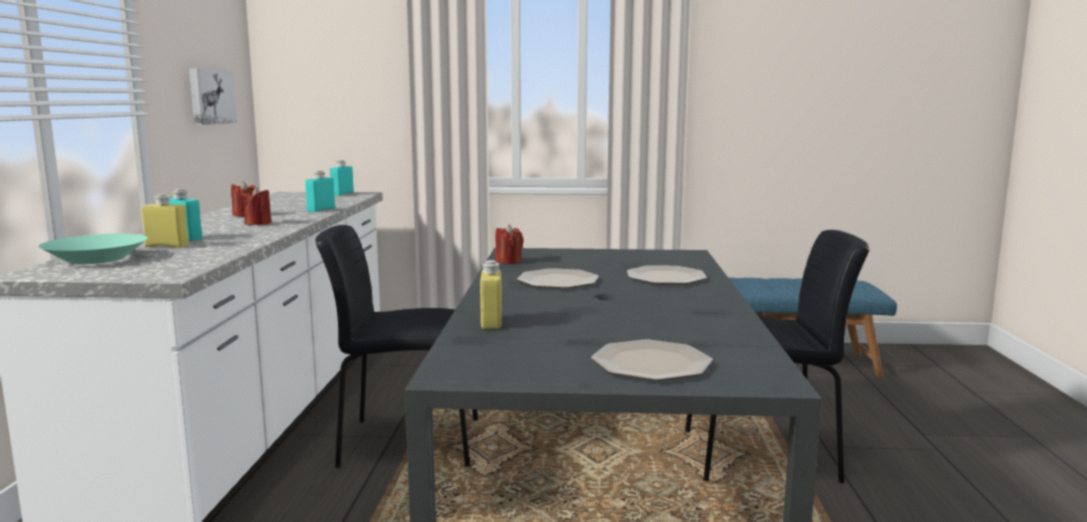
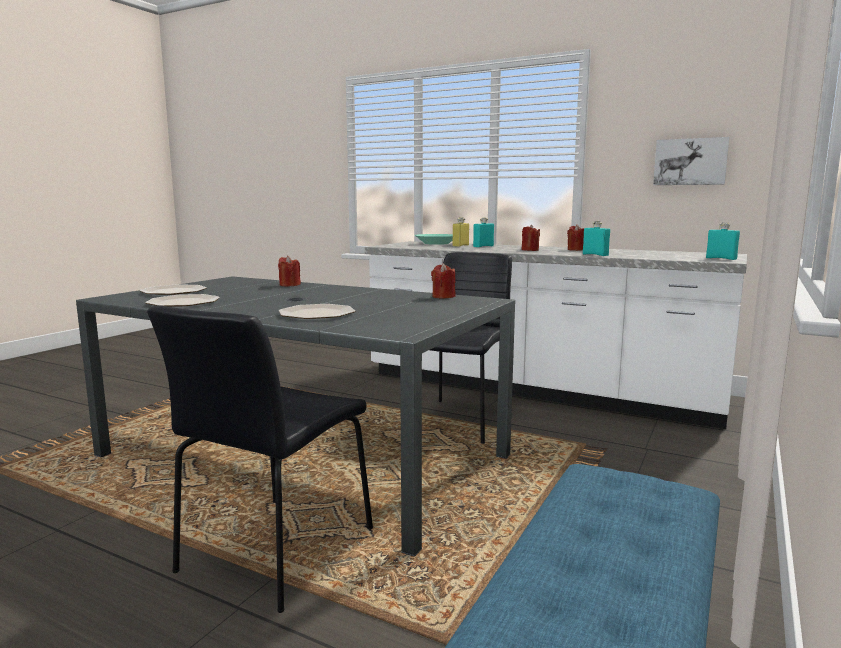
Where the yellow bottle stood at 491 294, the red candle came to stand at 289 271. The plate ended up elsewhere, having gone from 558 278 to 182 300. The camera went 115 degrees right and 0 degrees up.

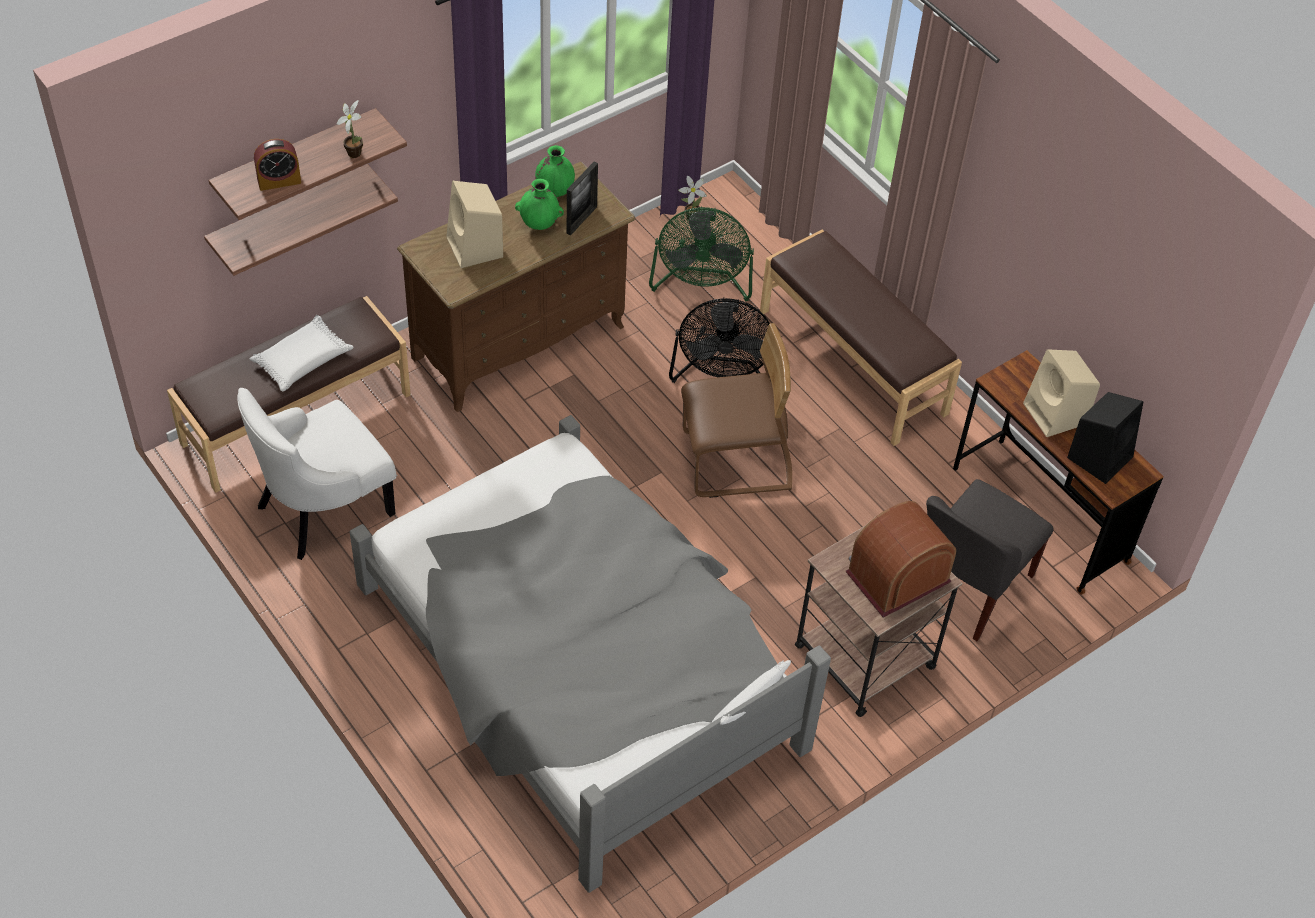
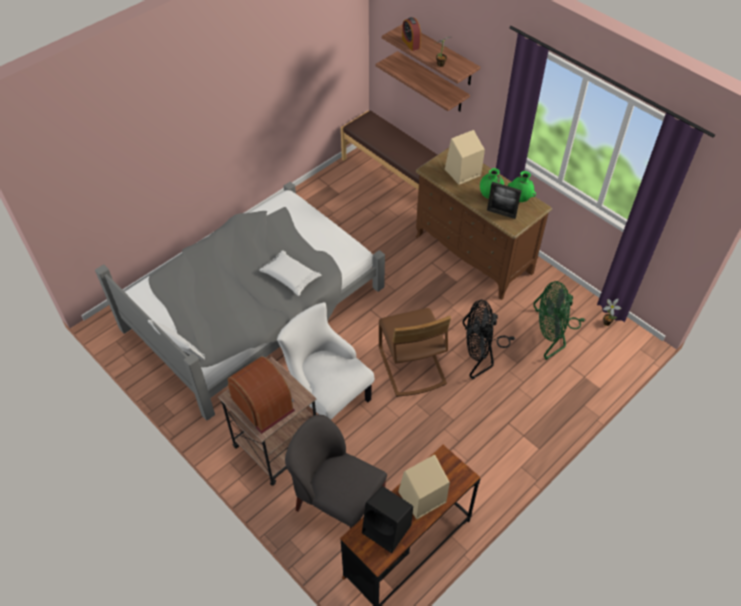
The second view lost the brown bench at 861 337. The white pillow ended up elsewhere, having gone from 302 353 to 290 273. The white chair ended up elsewhere, having gone from 317 474 to 326 360. The camera went 85 degrees right and 0 degrees up.

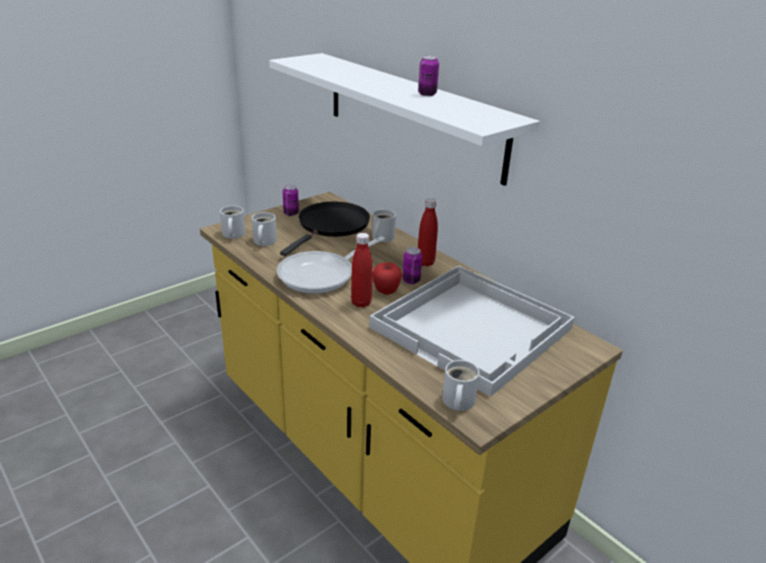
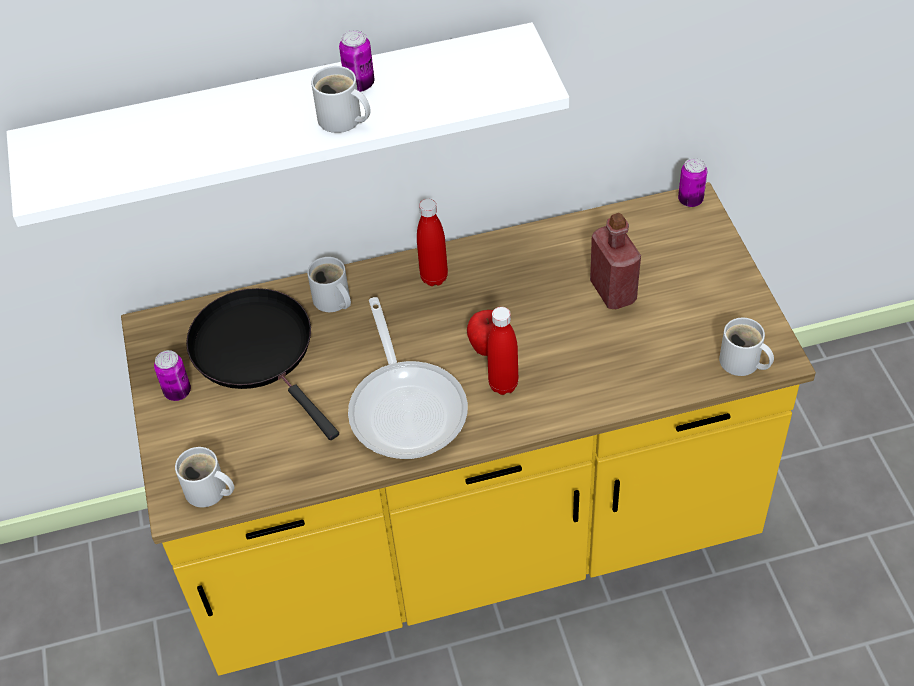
The white mug ended up elsewhere, having gone from 264 229 to 340 99. The can ended up elsewhere, having gone from 412 265 to 692 182. Where the white tray stood at 472 331, the red bottle came to stand at 615 261. The camera went 60 degrees left and 20 degrees up.

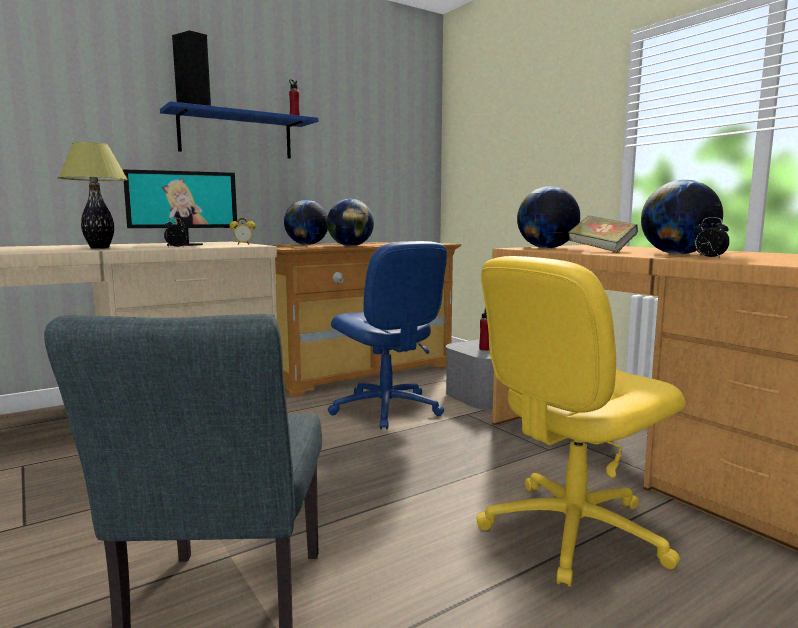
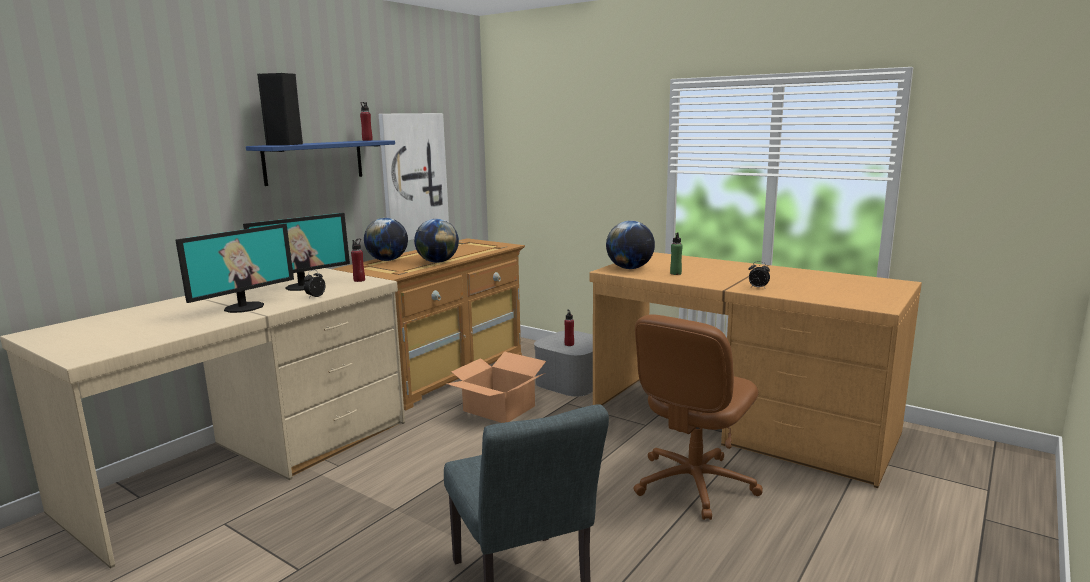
Where the table lamp stood at 93 195, the monitor came to stand at 234 268. The second view lost the globe at 682 217. Where the book stood at 603 234, the green bottle came to stand at 676 253. Where the alarm clock stood at 242 231, the red bottle came to stand at 358 260. Where the blue office chair stood at 387 335, the cardboard box came to stand at 496 387. What was the yellow office chair at 581 421 turned into the brown office chair at 698 417. The second view gained the picture at 414 177. The camera went 20 degrees left and 5 degrees up.

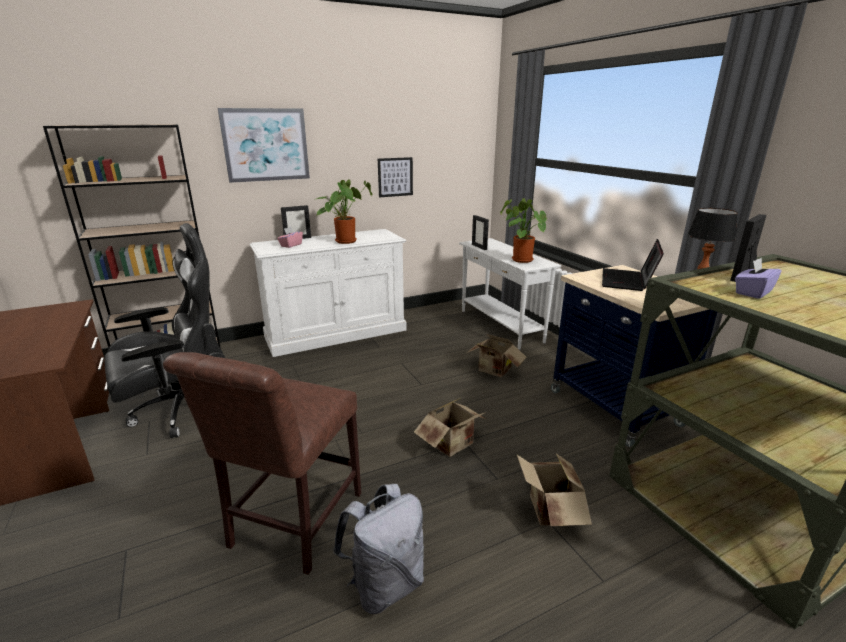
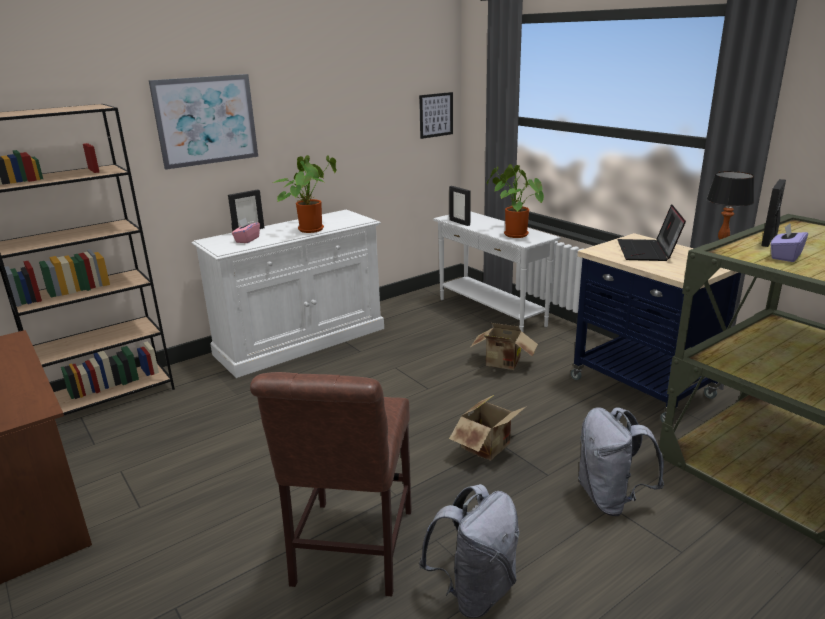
The picture ended up elsewhere, having gone from 395 177 to 436 115. The second view lost the black office chair at 164 330. Where the cardboard box stood at 554 489, the grey backpack came to stand at 621 461. The camera went 10 degrees left and 0 degrees up.

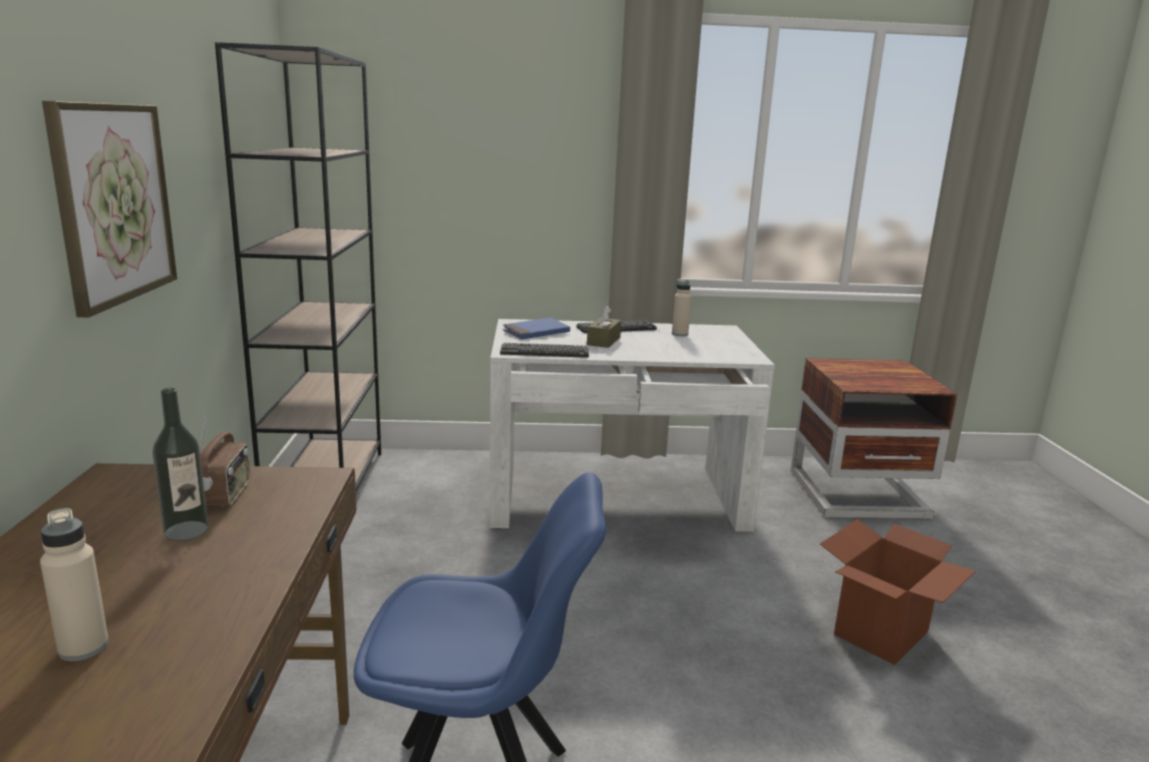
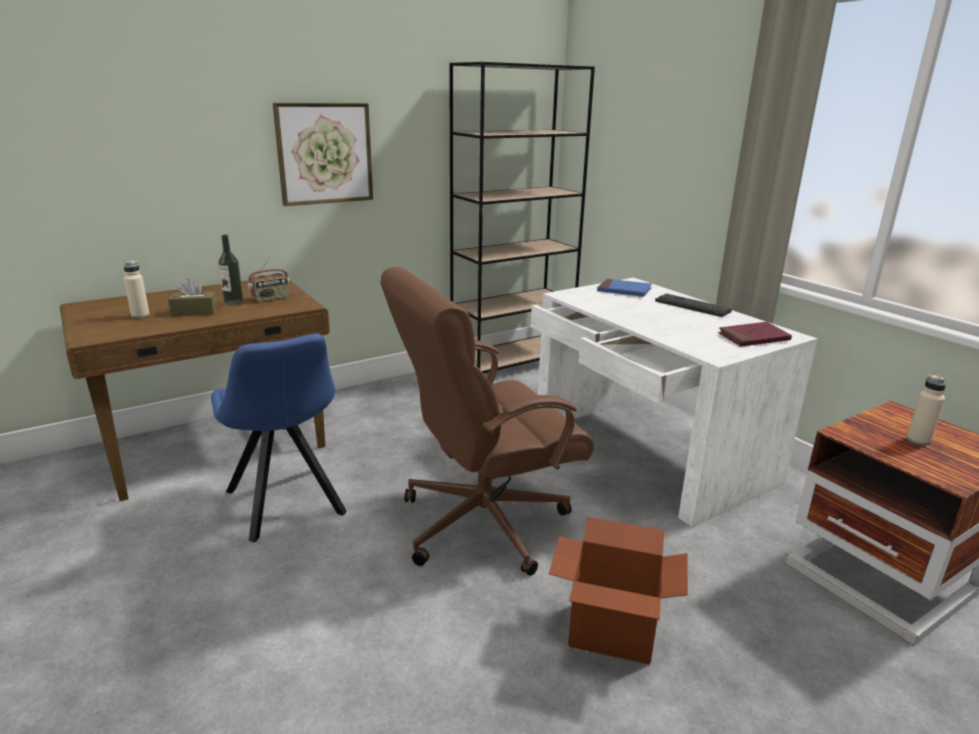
The beige bottle ended up elsewhere, having gone from 682 307 to 926 409. The brown tissue box ended up elsewhere, having gone from 604 327 to 193 297. The second view lost the keyboard at 544 350. The second view gained the brown office chair at 487 421. The second view gained the red book at 755 334. The camera went 60 degrees right and 5 degrees up.

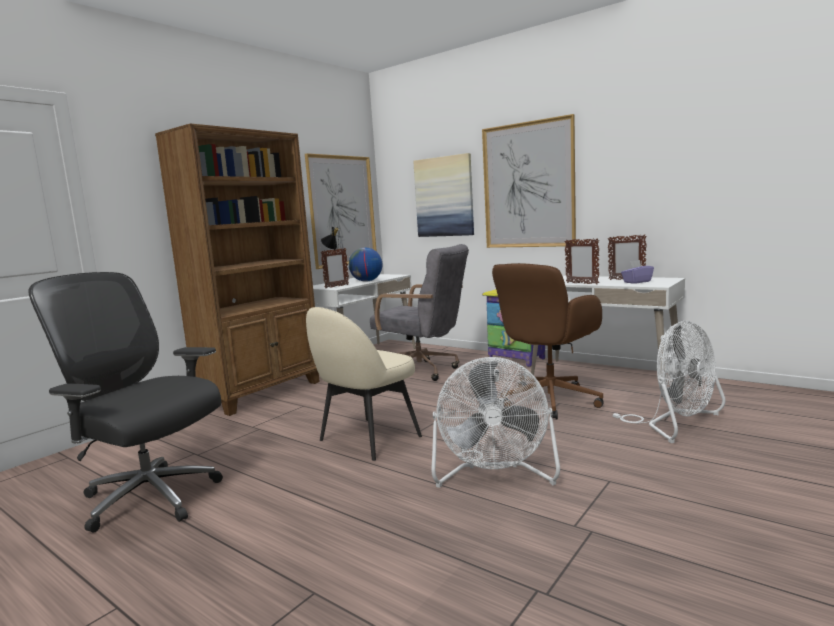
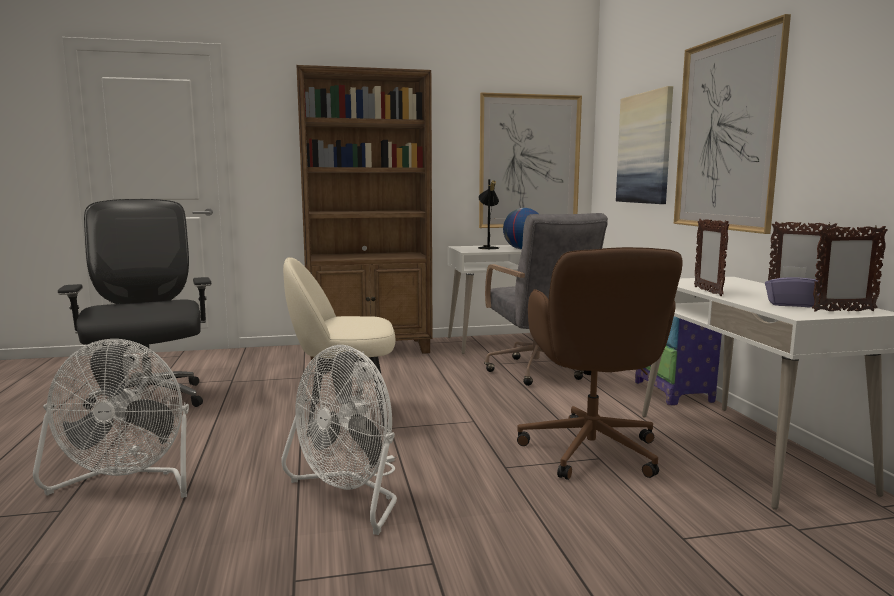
The picture frame ended up elsewhere, having gone from 335 268 to 850 269. The brown office chair at 548 341 ended up facing another way, 90 degrees counterclockwise from before. The white fan ended up elsewhere, having gone from 669 382 to 111 418. The camera went 40 degrees right and 0 degrees up.

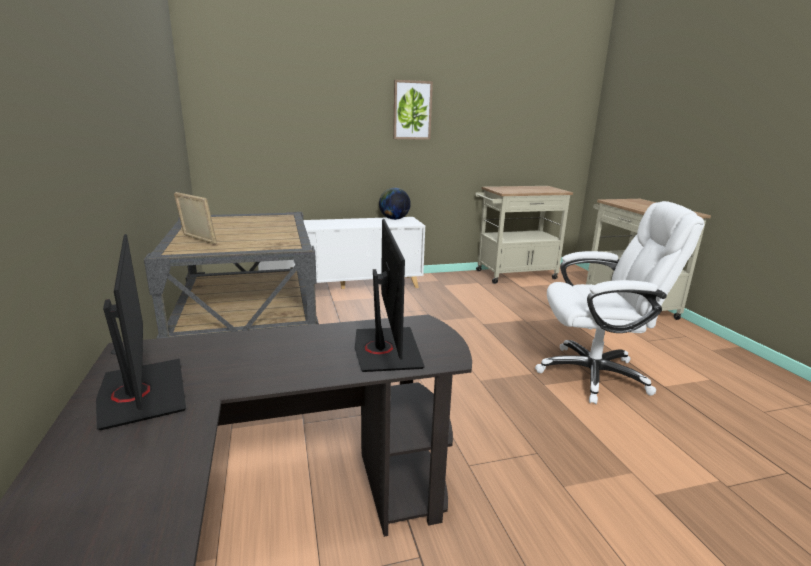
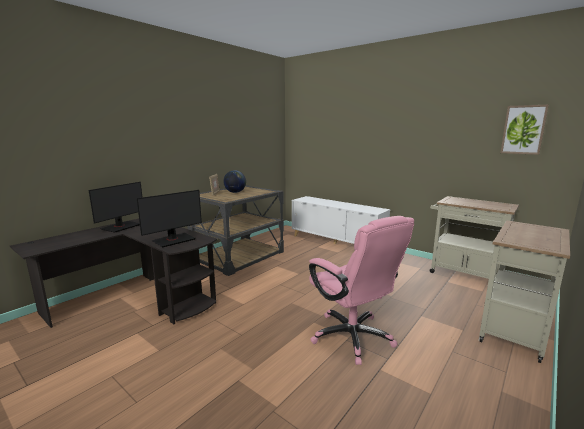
The picture ended up elsewhere, having gone from 413 110 to 524 130. The globe ended up elsewhere, having gone from 395 204 to 234 181. What was the white office chair at 619 302 turned into the pink office chair at 361 290. The camera went 55 degrees right and 5 degrees down.

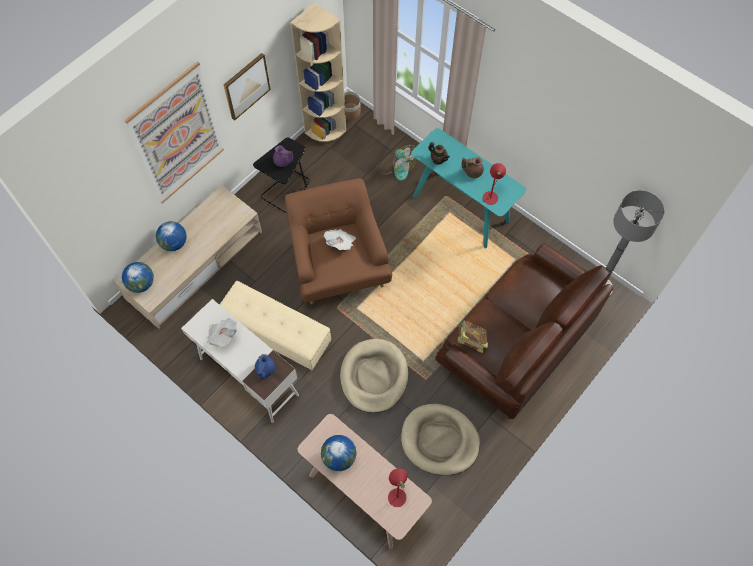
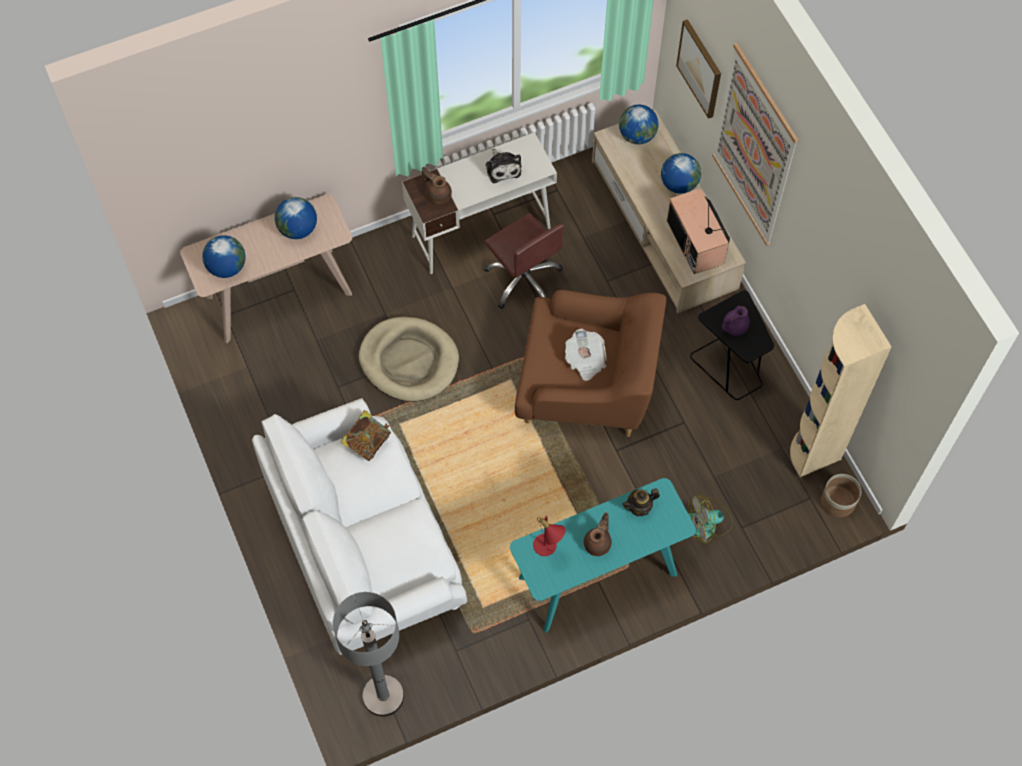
The picture ended up elsewhere, having gone from 247 87 to 698 69. What was the brown sofa at 524 331 turned into the white sofa at 359 526. Where the beige ottoman stood at 275 325, the brown office chair came to stand at 524 261. Where the newspaper stood at 222 333, the plush toy came to stand at 503 166. What was the blue teapot at 265 366 turned into the brown teapot at 437 185. The second view lost the beige dog bed at 440 439. Where the red table lamp stood at 397 487, the globe came to stand at 224 256. The second view gained the television at 698 231. The camera went 115 degrees right and 0 degrees up.

